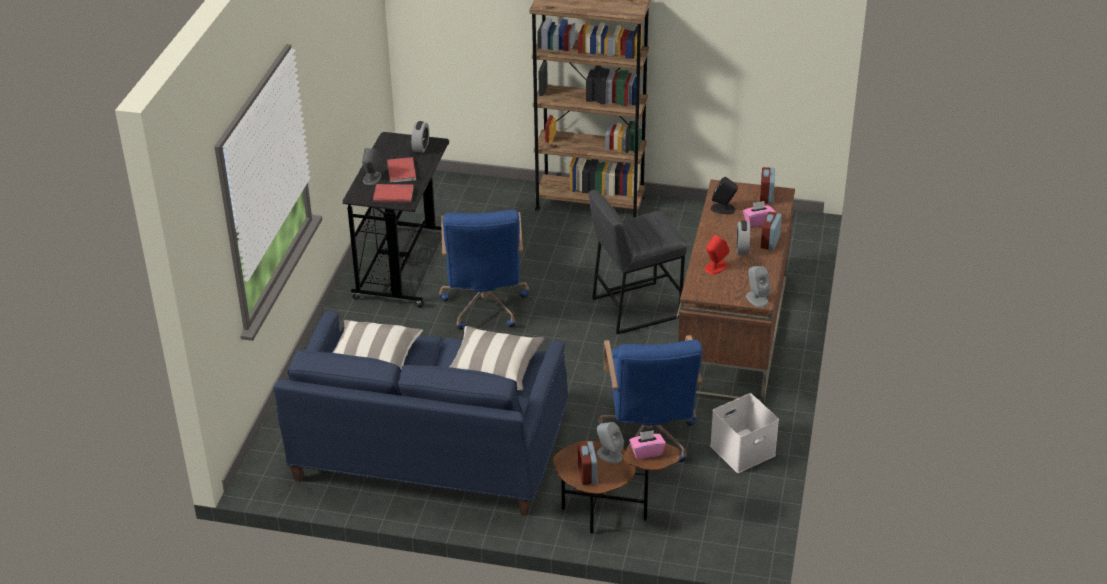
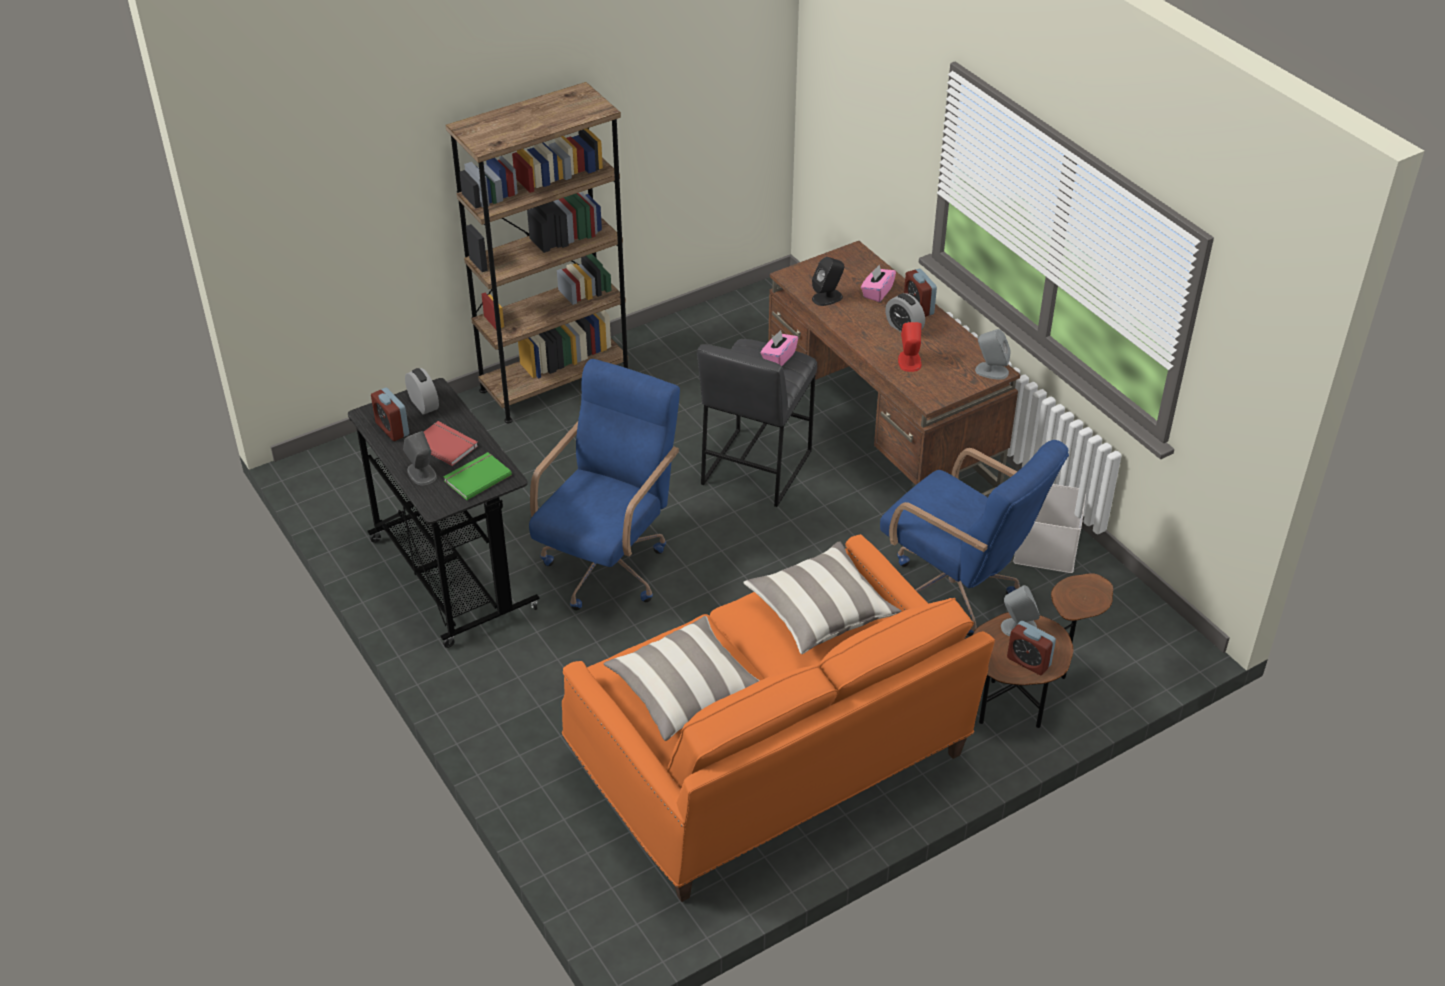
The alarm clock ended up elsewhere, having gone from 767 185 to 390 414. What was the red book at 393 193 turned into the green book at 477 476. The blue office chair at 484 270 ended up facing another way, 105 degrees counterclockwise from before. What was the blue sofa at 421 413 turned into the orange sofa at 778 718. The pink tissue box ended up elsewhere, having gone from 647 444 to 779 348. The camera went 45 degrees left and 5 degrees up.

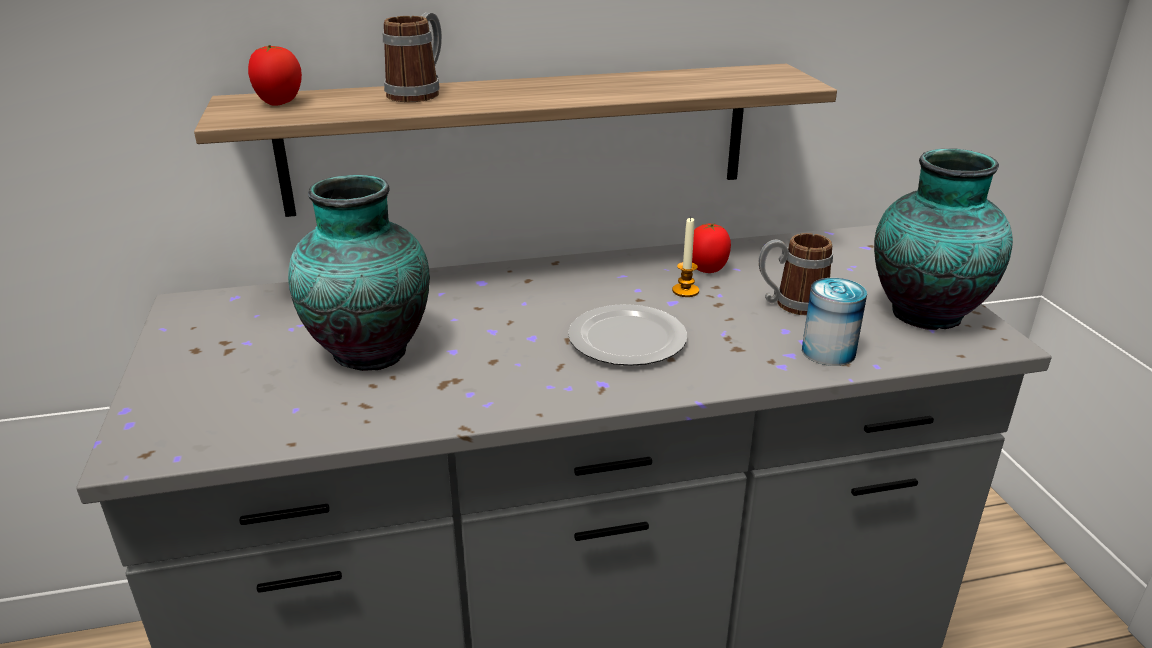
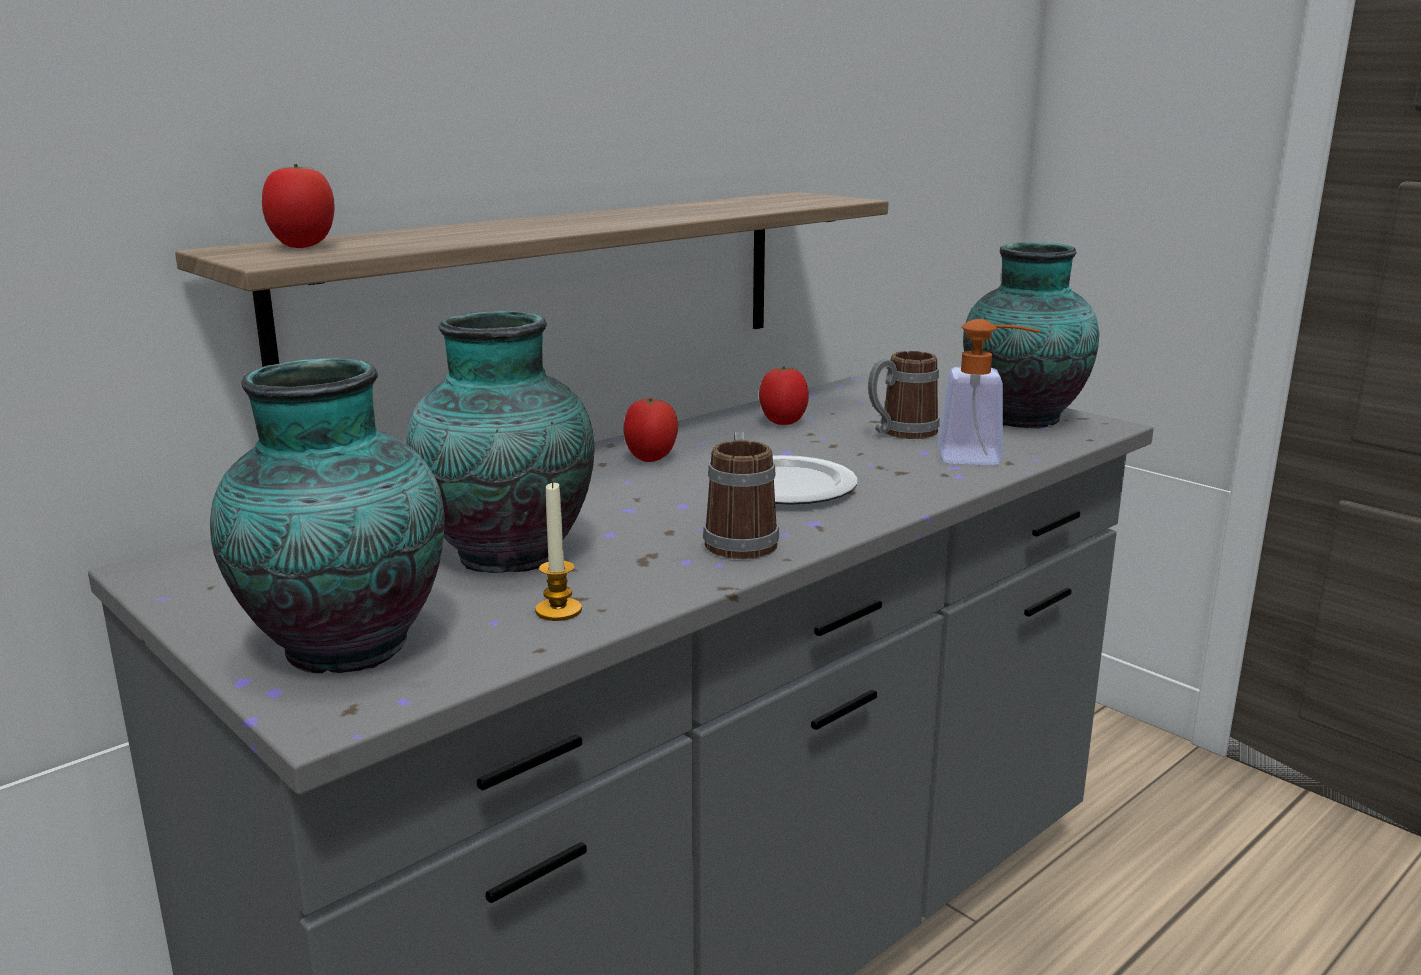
The mug ended up elsewhere, having gone from 412 57 to 741 495. The candle ended up elsewhere, having gone from 685 257 to 558 550. Where the can stood at 834 322, the soap dispenser came to stand at 989 392. The second view gained the vase at 327 515. The second view gained the tomato at 651 430. The camera went 30 degrees left and 10 degrees down.

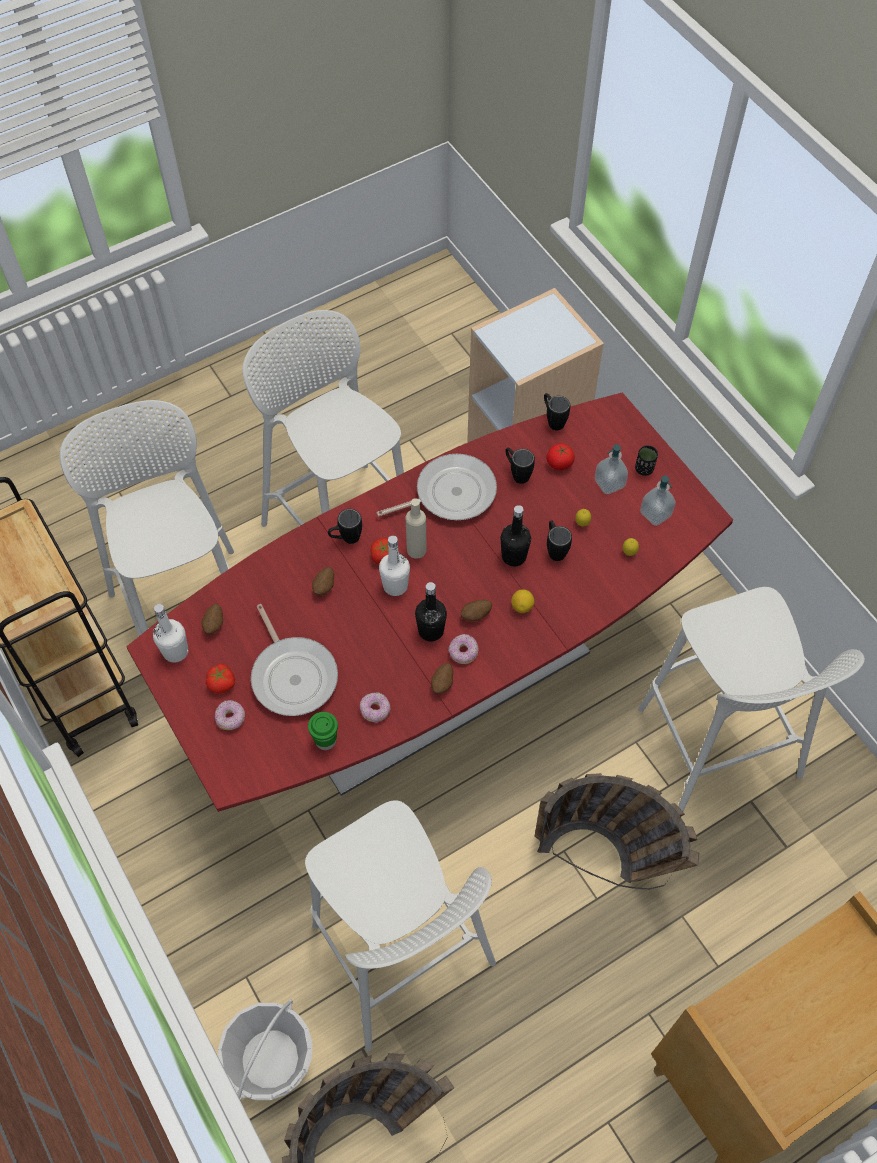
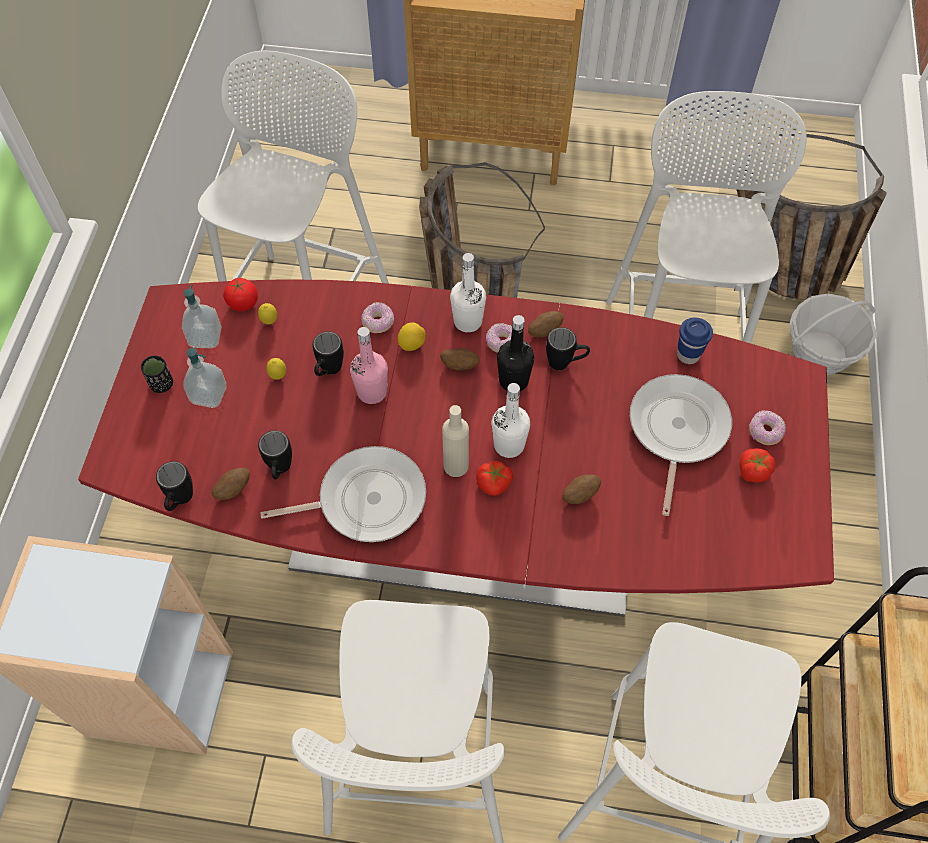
The tomato ended up elsewhere, having gone from 560 456 to 240 294. The frying pan at 437 487 ended up facing another way, 150 degrees clockwise from before. What was the black bottle at 516 536 turned into the pink bottle at 369 365. The black mug ended up elsewhere, having gone from 345 526 to 568 348. The white bottle ended up elsewhere, having gone from 171 633 to 468 292. The potato ended up elsewhere, having gone from 212 619 to 231 484. The donut ended up elsewhere, having gone from 375 708 to 377 317. What was the green cup at 323 731 turned into the blue cup at 695 340. The camera went 140 degrees left and 0 degrees up.

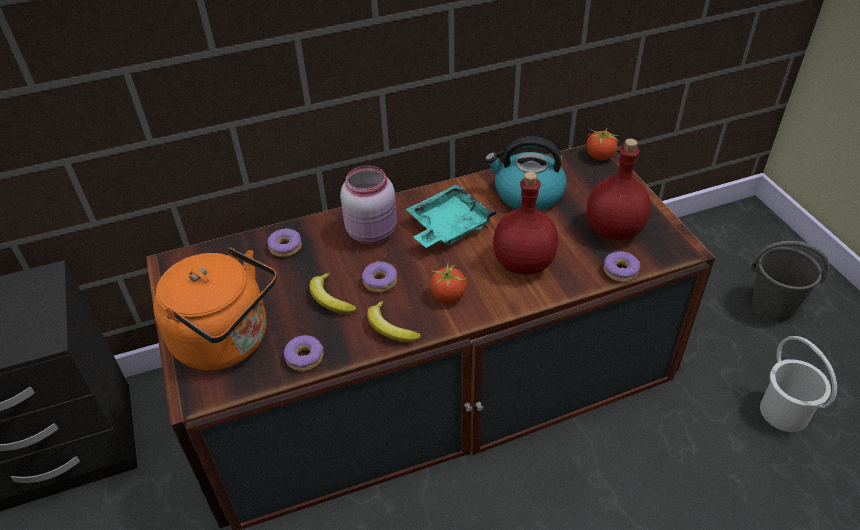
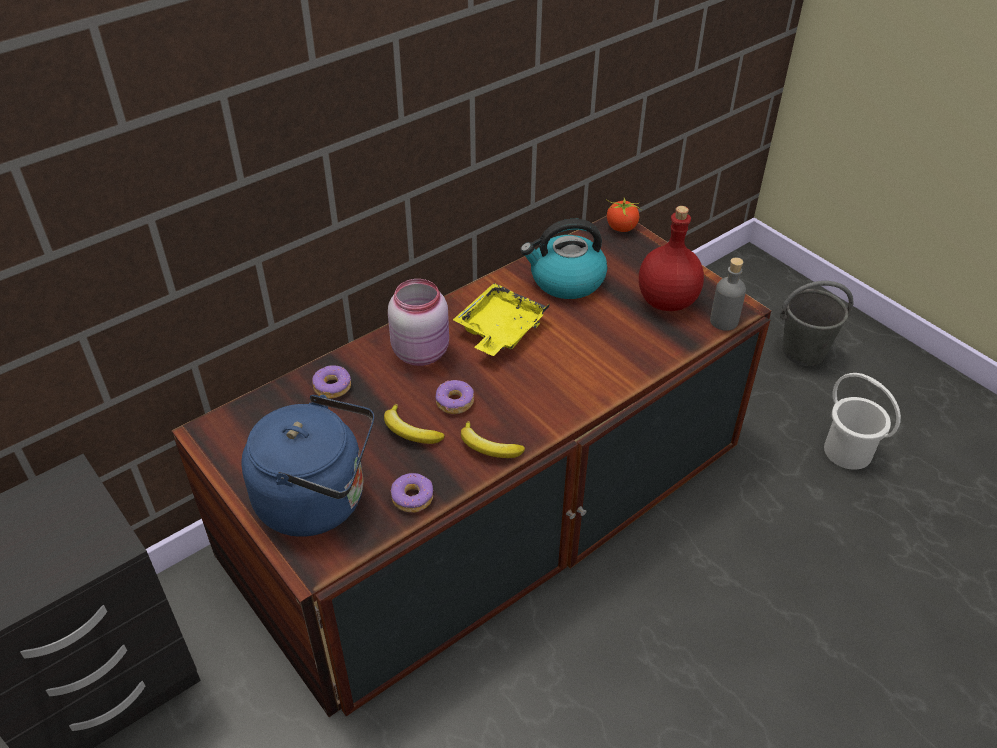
The second view lost the red bottle at 526 223. What was the turquoise tray at 451 216 turned into the yellow tray at 501 319. What was the orange kettle at 215 308 turned into the blue kettle at 307 466. The second view lost the donut at 622 266. The second view lost the tomato at 448 283. The second view gained the grey bottle at 728 294. The camera went 20 degrees left and 0 degrees up.

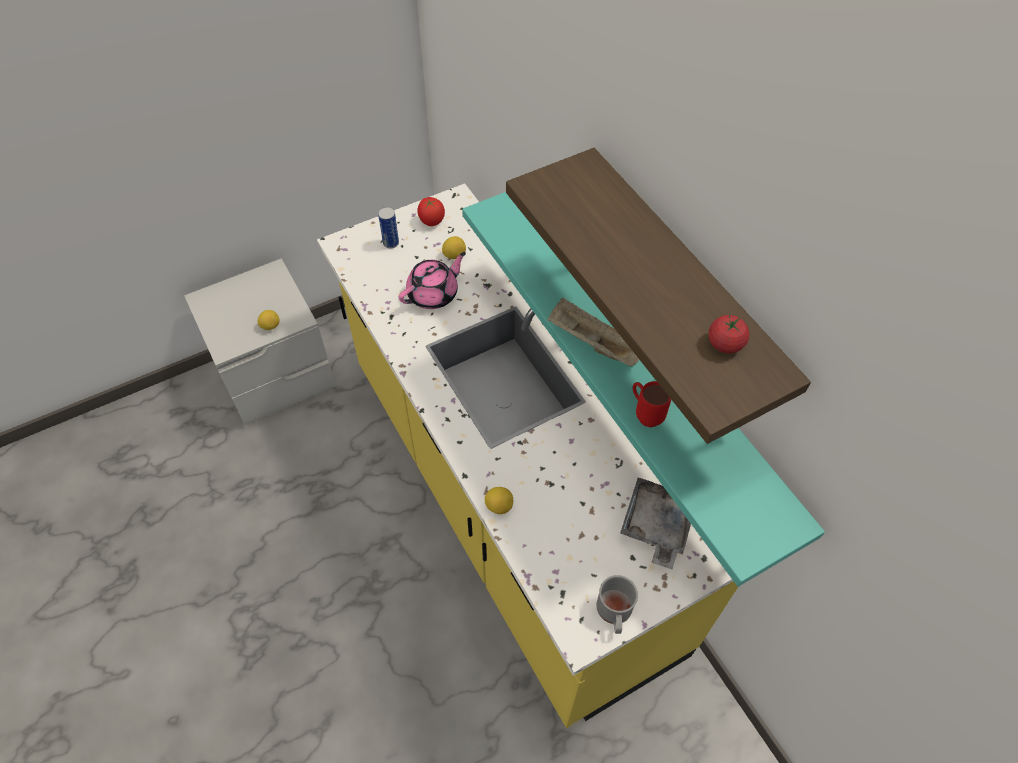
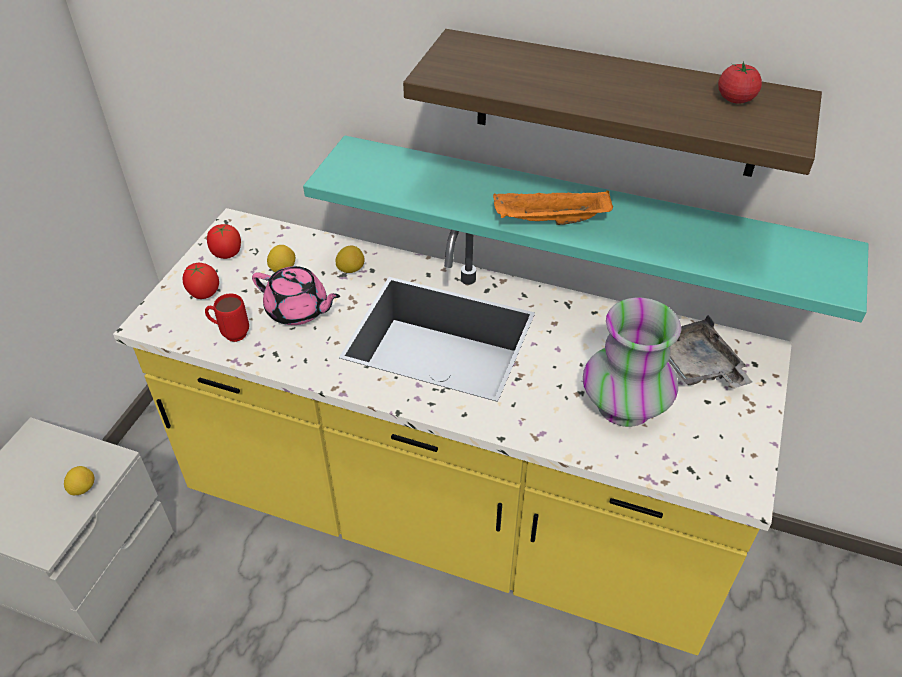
Where the can stood at 388 228, the tomato came to stand at 201 281. The pink teapot at 432 280 ended up facing another way, 105 degrees clockwise from before. What was the beige tray at 593 331 turned into the orange tray at 553 207. The red mug ended up elsewhere, having gone from 652 404 to 227 317. The lemon ended up elsewhere, having gone from 498 500 to 350 259. The second view lost the grey mug at 617 604. The second view gained the vase at 632 362. The camera went 40 degrees left and 10 degrees down.

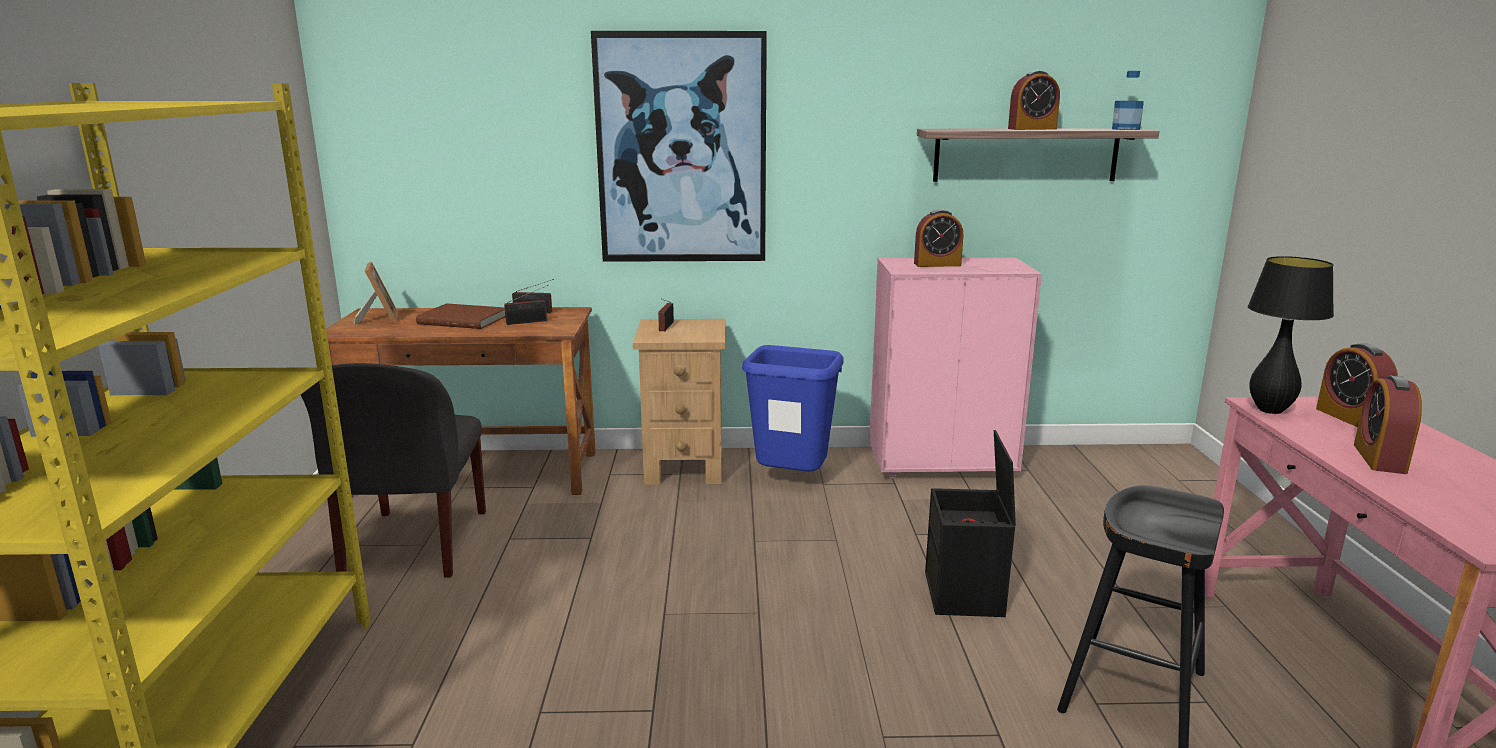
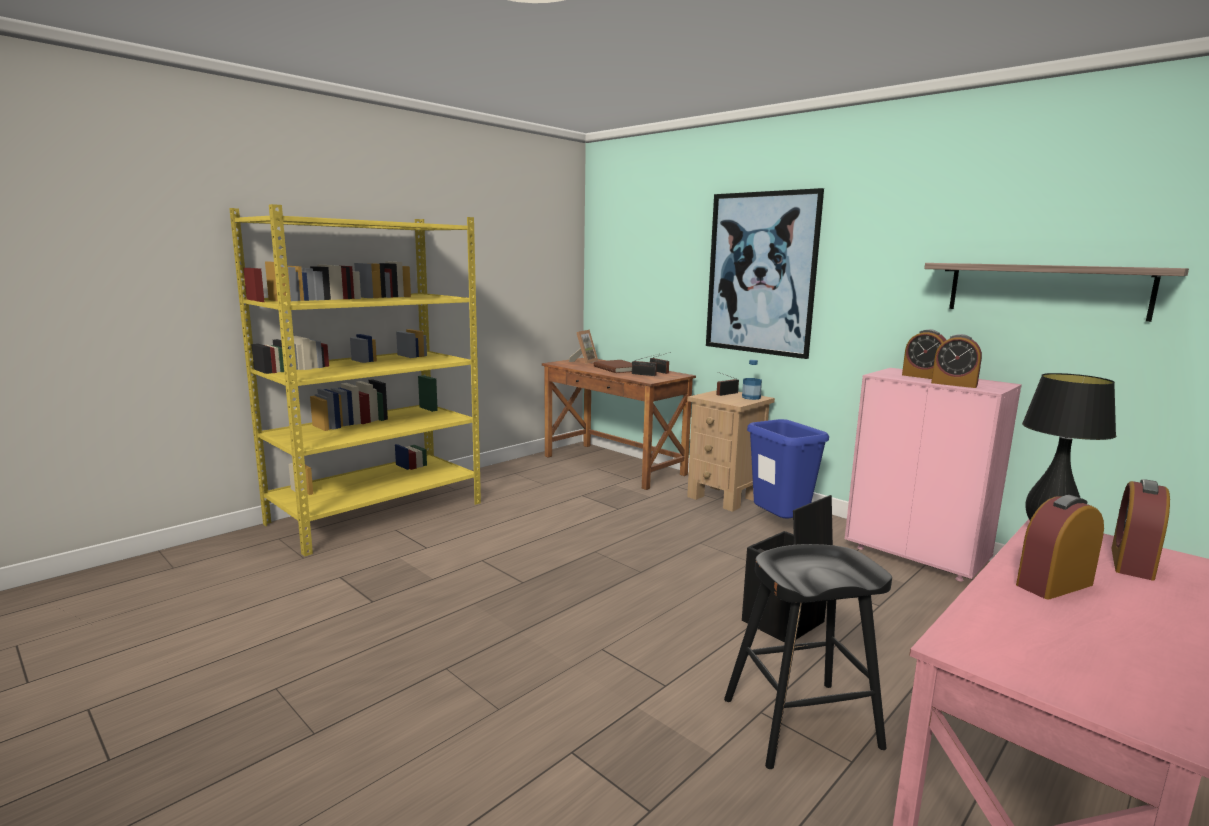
The alarm clock ended up elsewhere, having gone from 1034 100 to 956 361. The bottle ended up elsewhere, having gone from 1128 100 to 752 380. The second view lost the grey chair at 393 470. The camera went 45 degrees right and 5 degrees down.

